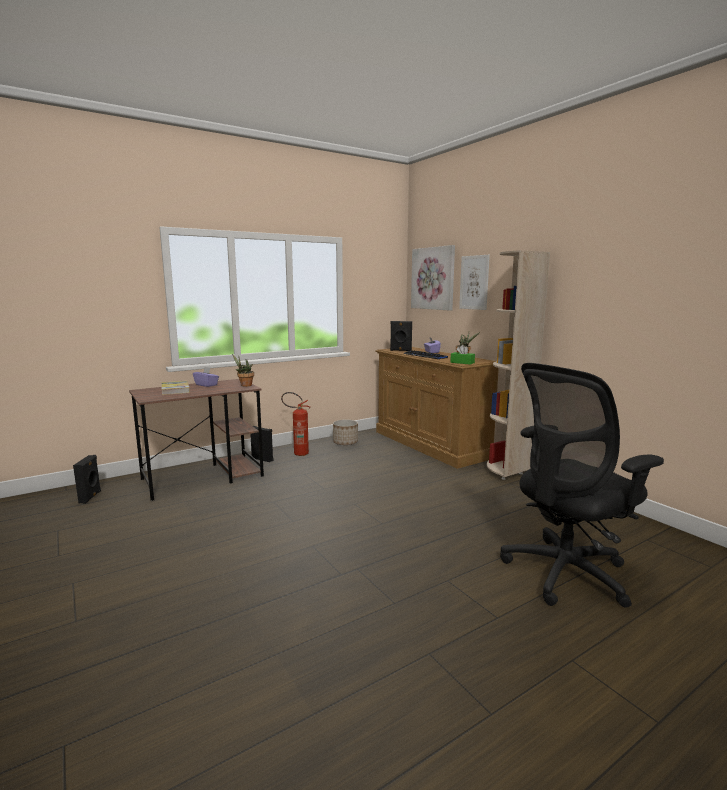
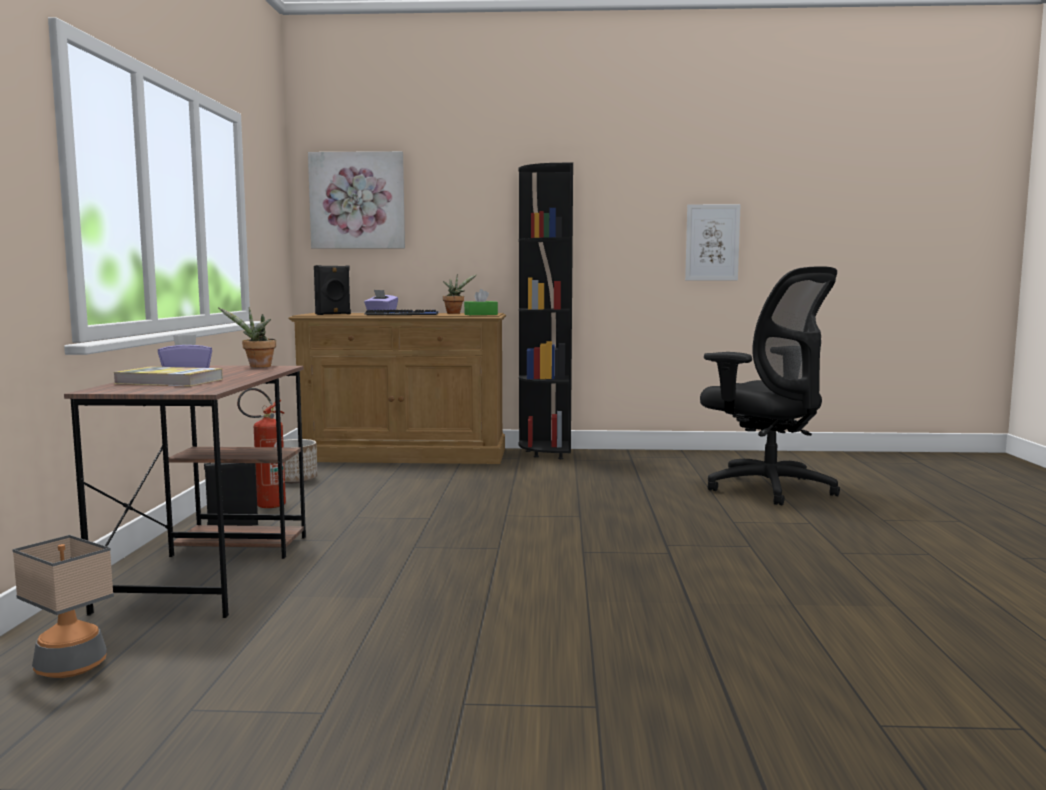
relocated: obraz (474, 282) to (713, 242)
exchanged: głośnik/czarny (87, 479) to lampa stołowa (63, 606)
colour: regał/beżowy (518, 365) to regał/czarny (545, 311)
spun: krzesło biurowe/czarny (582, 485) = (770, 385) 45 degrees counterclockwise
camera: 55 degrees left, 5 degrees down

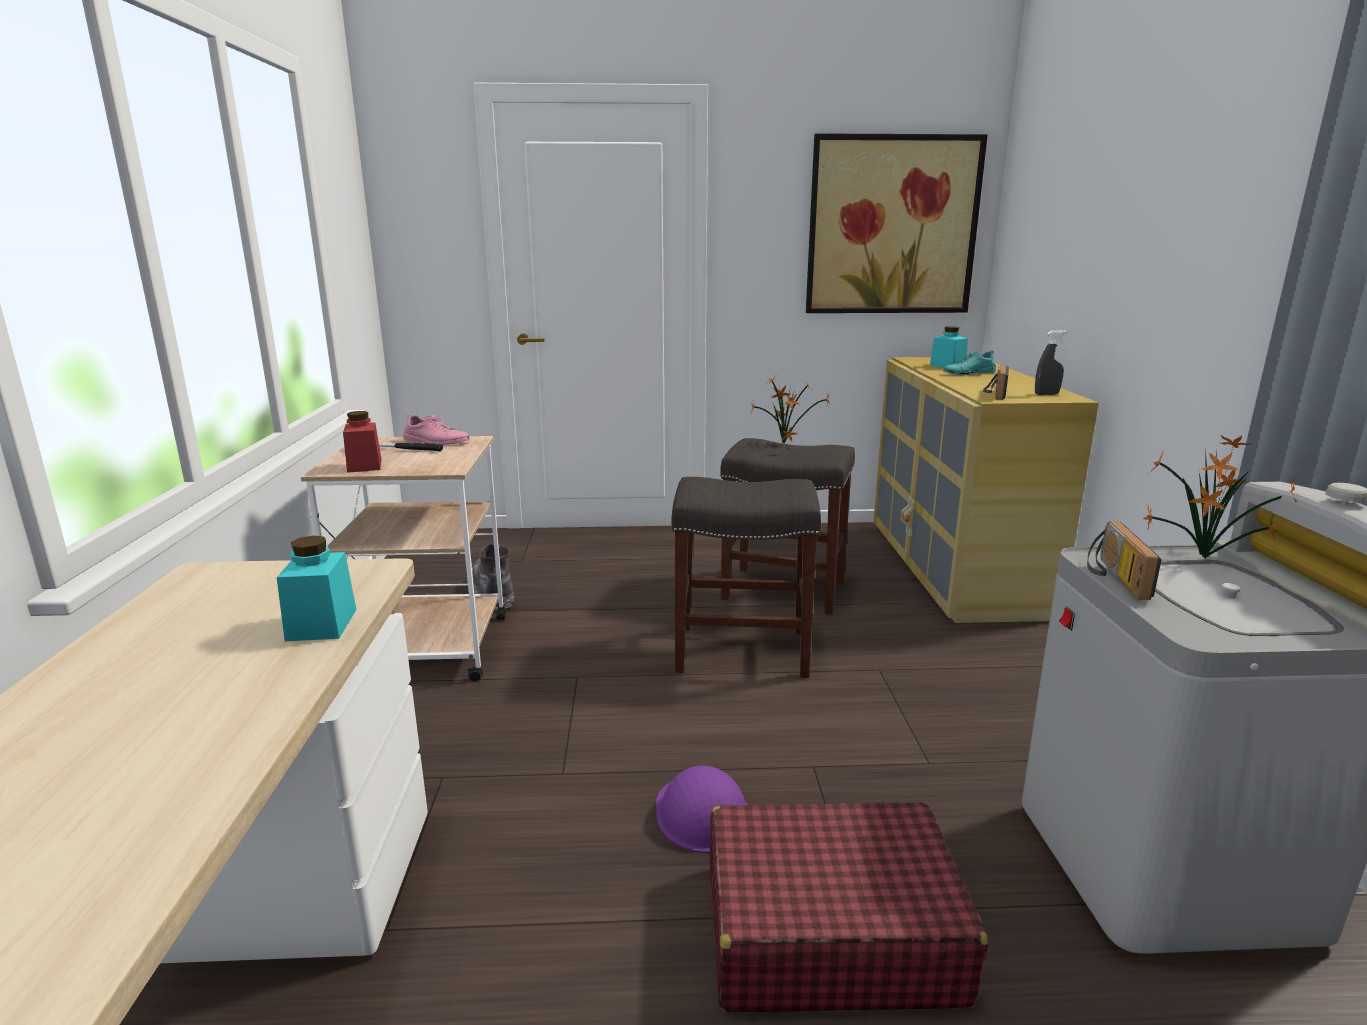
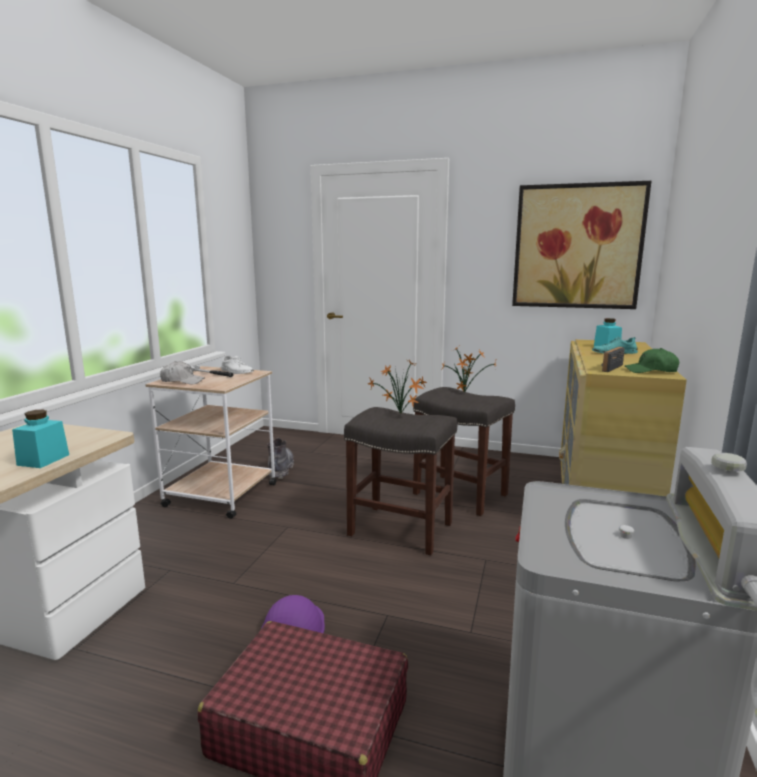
missing: radio (1124, 560)
relocated: roślina doniczkowa (1220, 496) to (397, 387)
exchanged: spryskiwacz/szary (1051, 362) to czapka z daszkiem/zielony (652, 360); słoik/czerwony (362, 442) to czapka z daszkiem/biały (182, 373)
colour: but/różowy (436, 429) to but/biały (237, 364)
camera: 20 degrees right, 5 degrees down

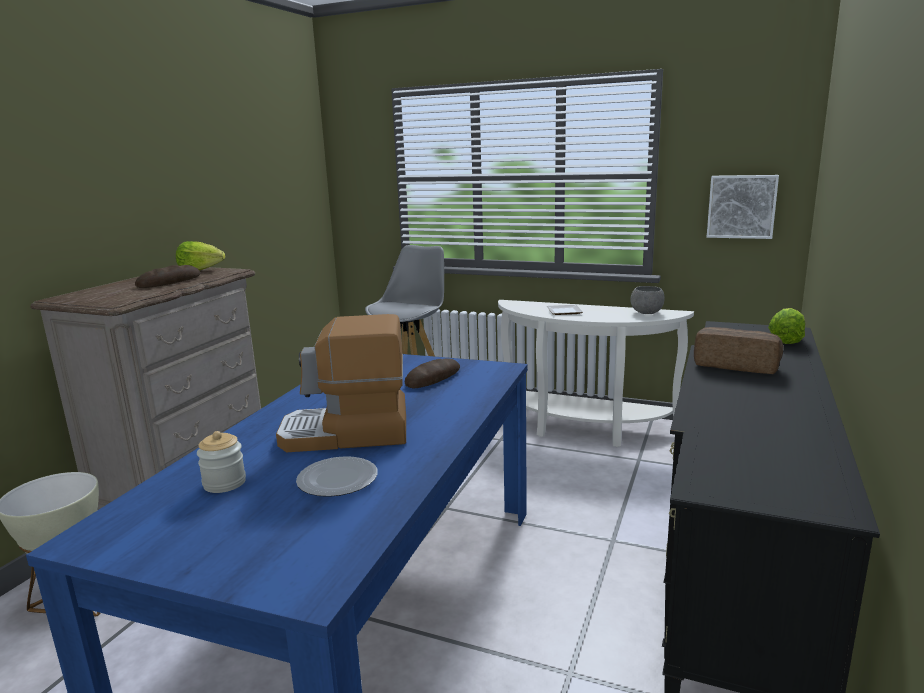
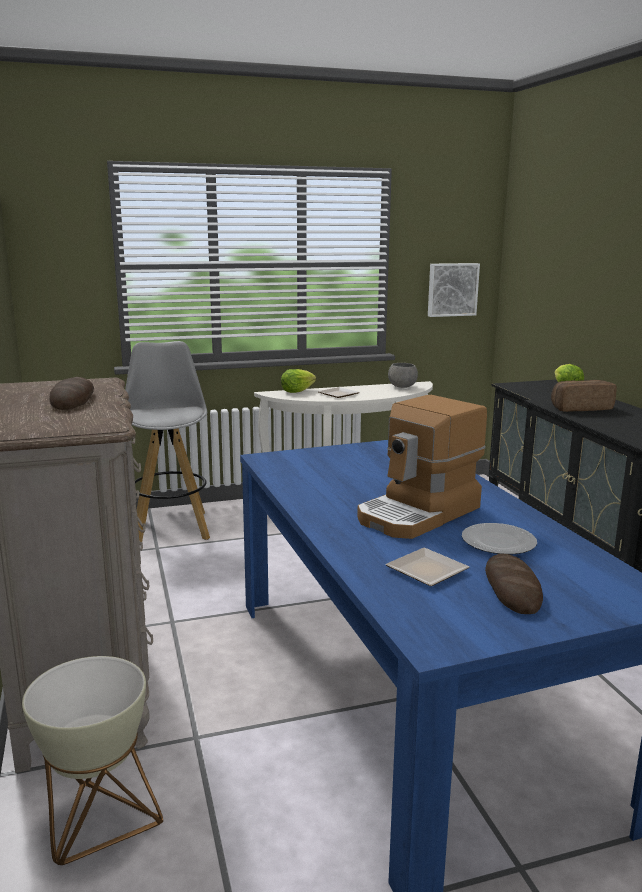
relocated: sałata (200, 255) to (298, 381); chleb (432, 373) to (514, 583)
exchanged: słoik (221, 462) to talerz (427, 567)
camera: 40 degrees left, 0 degrees up

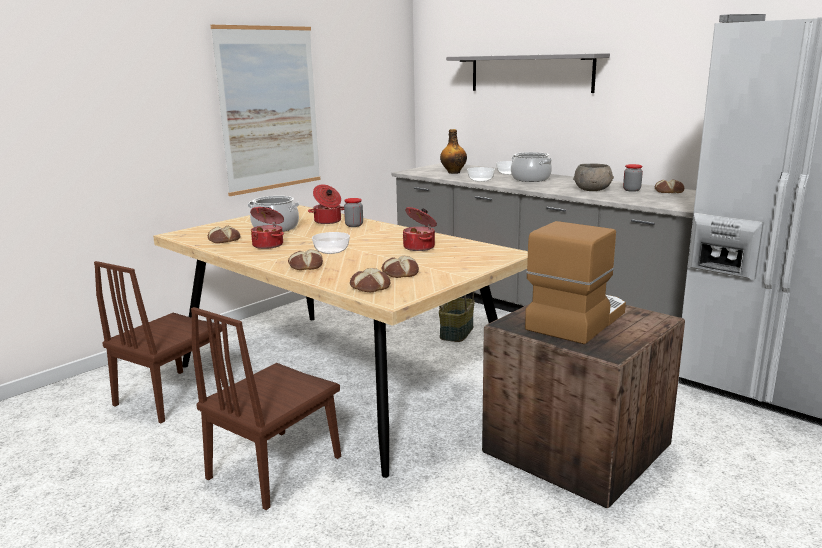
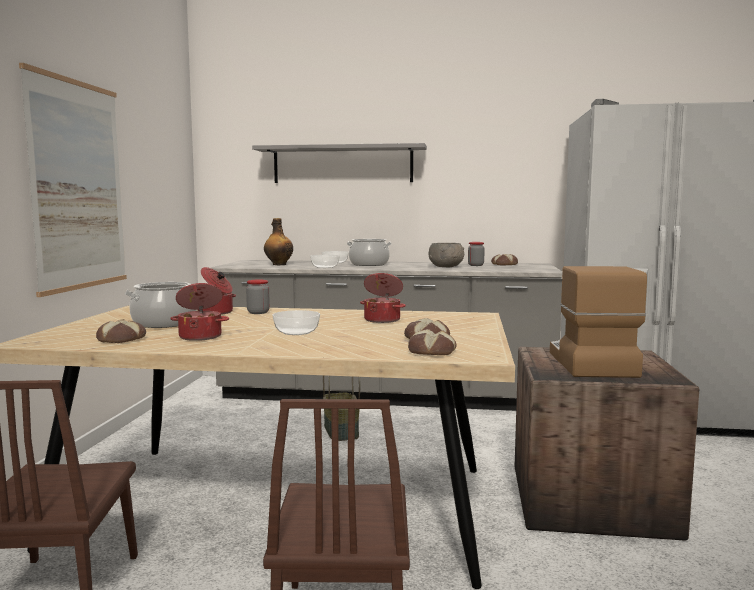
missing: chleb (305, 259)
camera: 35 degrees left, 10 degrees down

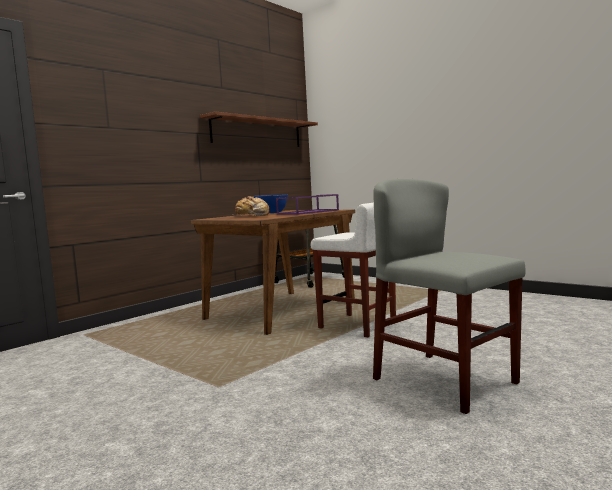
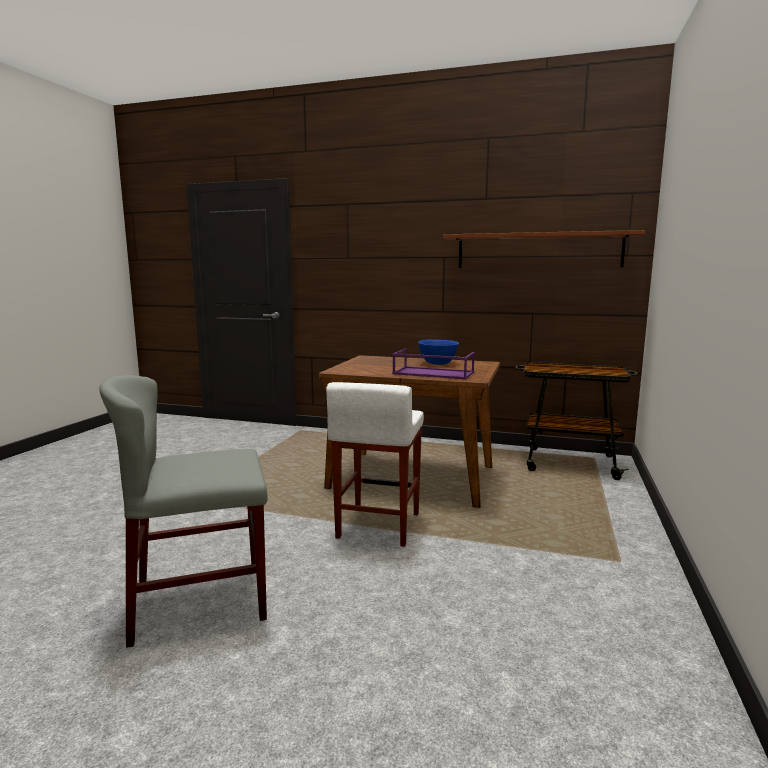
missing: chleb (252, 206)
spun: krzesło/szary (449, 296) = (183, 511) 135 degrees counterclockwise
camera: 65 degrees right, 5 degrees up

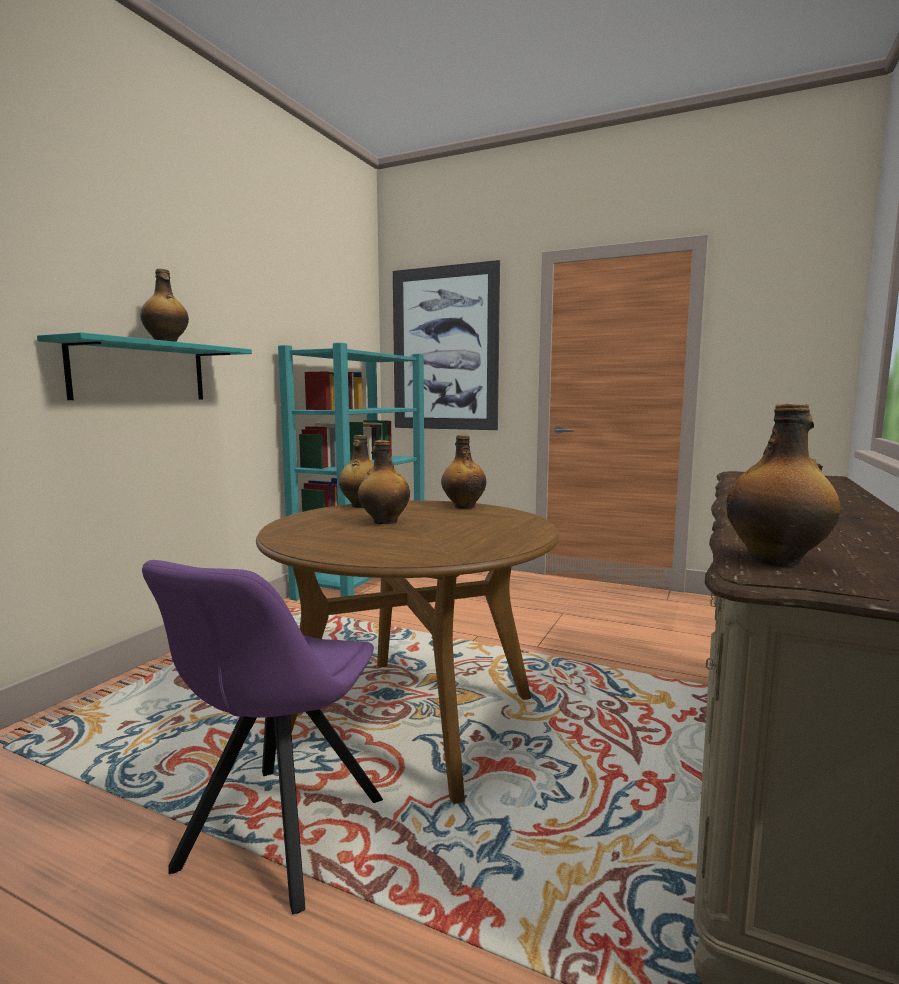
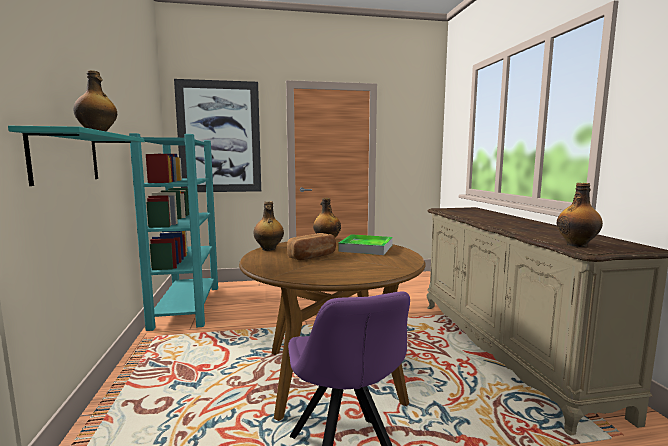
appeared: taca (365, 244)
exchanged: butelka (384, 482) to chleb (311, 247)
camera: 35 degrees left, 0 degrees up

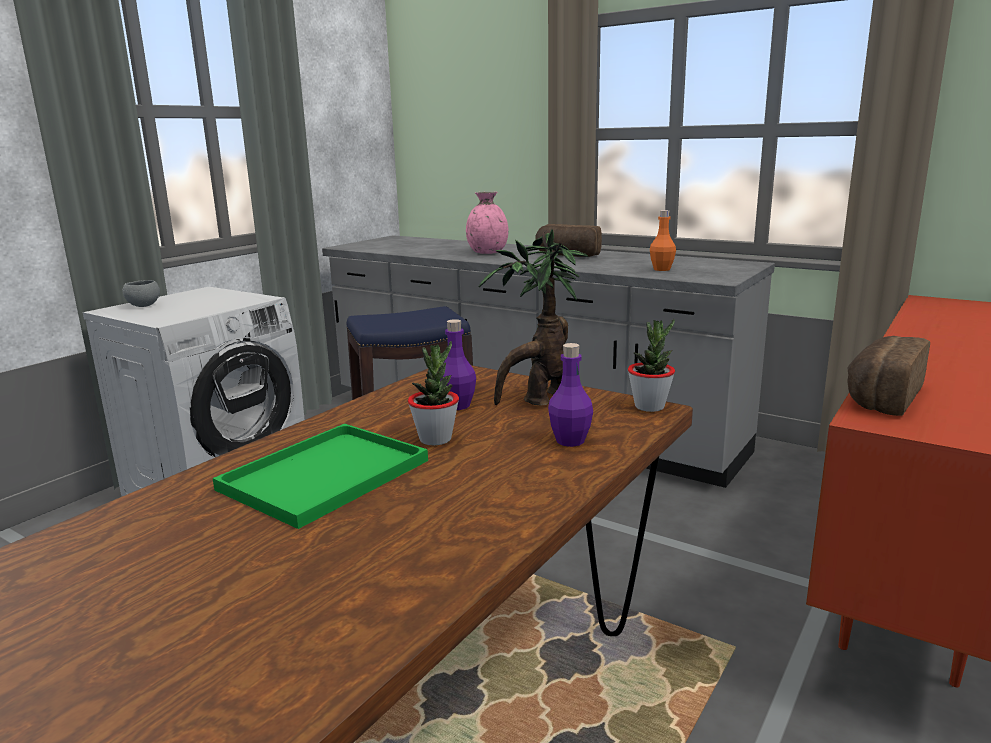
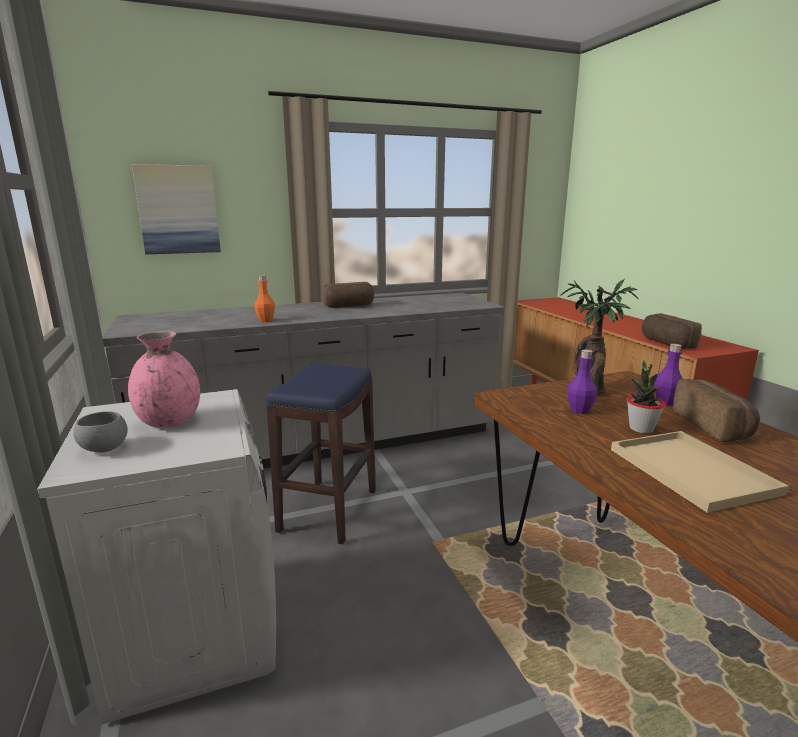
missing: roślina doniczkowa (651, 365)
appeared: obraz (176, 209); chleb (716, 410)
relocated: wazon/różowy (487, 222) to (164, 379); butelka/pomarańczowy (663, 240) to (264, 298)
colour: taca/zielony (320, 476) to taca/beżowy (700, 472)
camera: 55 degrees left, 0 degrees up

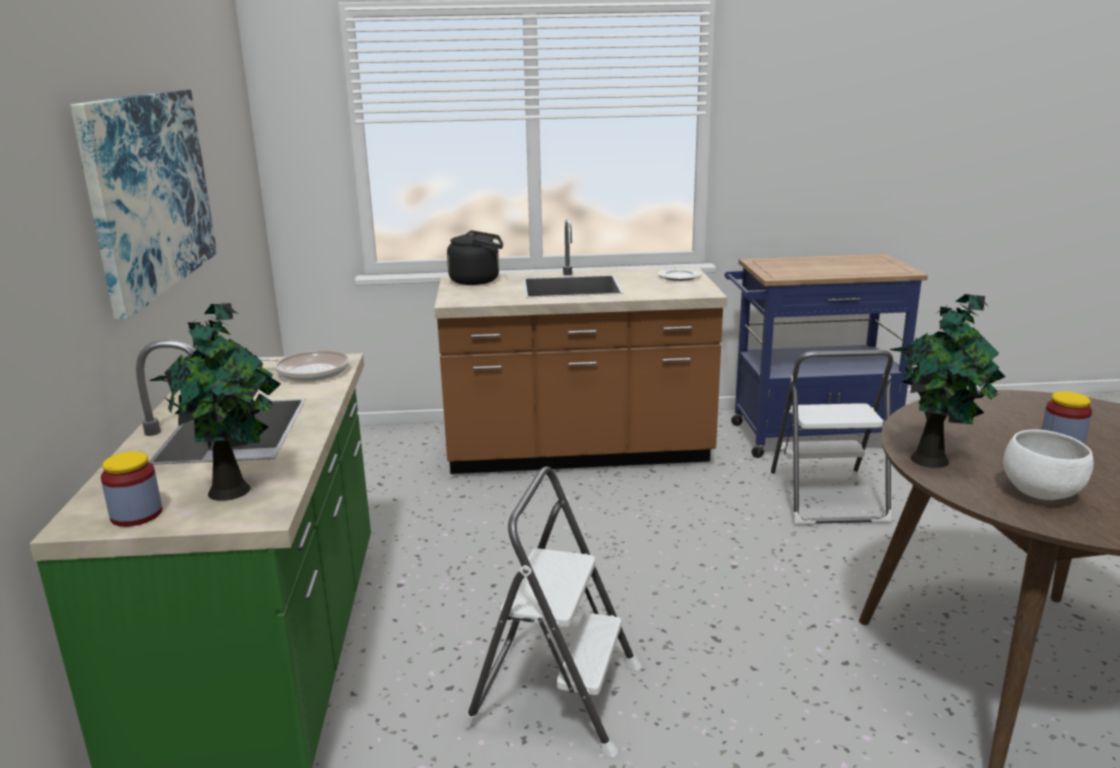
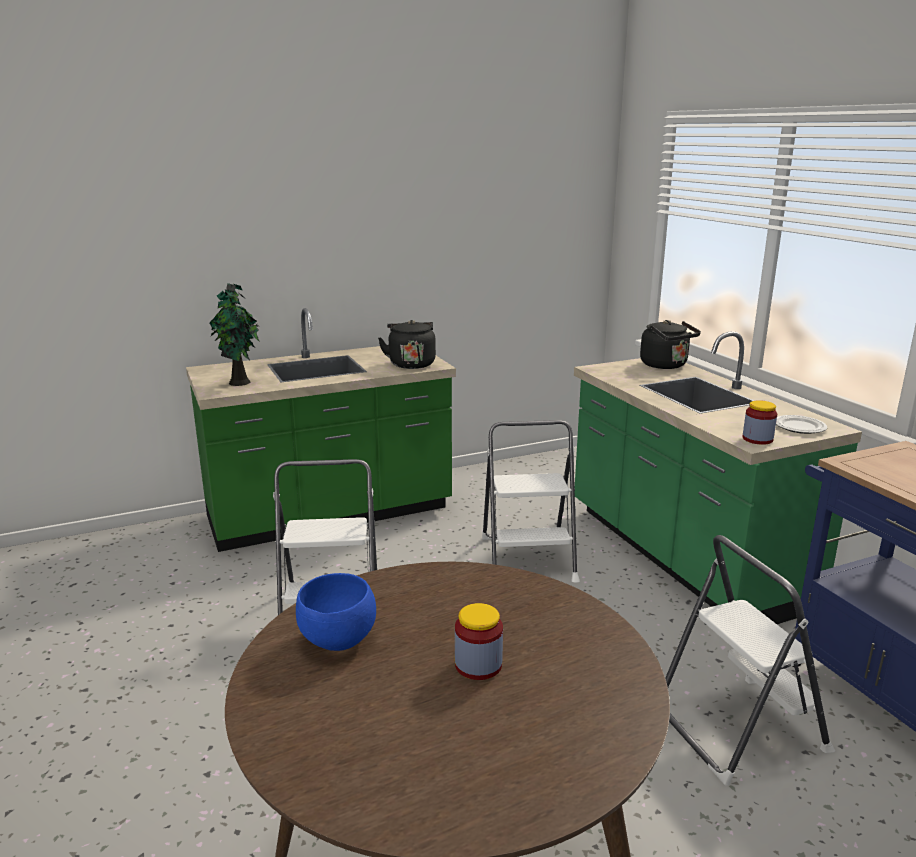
missing: obraz (143, 205); roślina doniczkowa (947, 381)
appeared: drabinka/biały (531, 501)
relocated: słoik (131, 489) to (759, 422)
exchanged: patelnia (303, 366) to czajnik/czarny (407, 344)
colour: zabudowa kuchenna/brązowy (581, 346) to zabudowa kuchenna/zielony (718, 477); miska/biały (1048, 464) to miska/niebieski (336, 612)
camera: 70 degrees right, 0 degrees up

